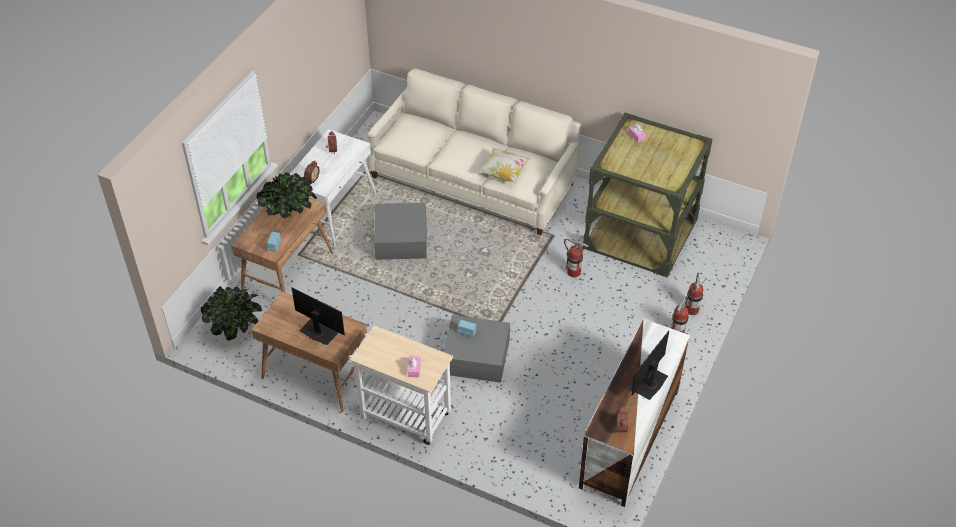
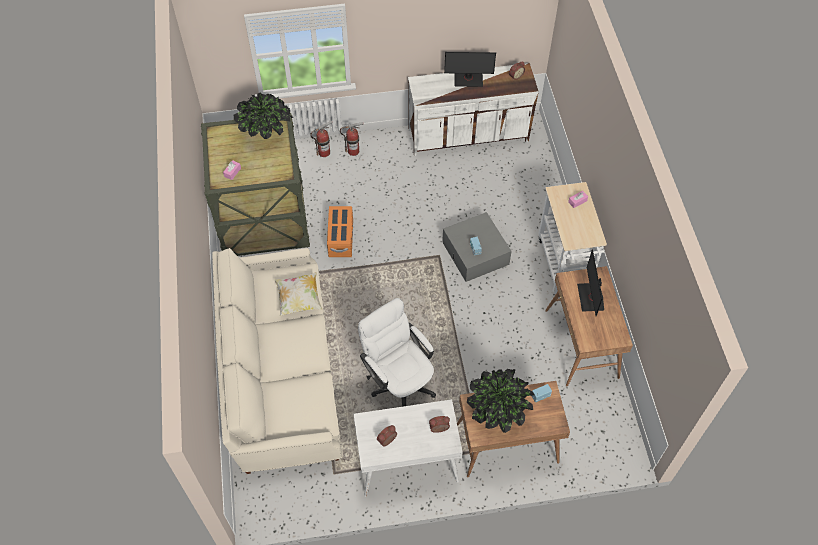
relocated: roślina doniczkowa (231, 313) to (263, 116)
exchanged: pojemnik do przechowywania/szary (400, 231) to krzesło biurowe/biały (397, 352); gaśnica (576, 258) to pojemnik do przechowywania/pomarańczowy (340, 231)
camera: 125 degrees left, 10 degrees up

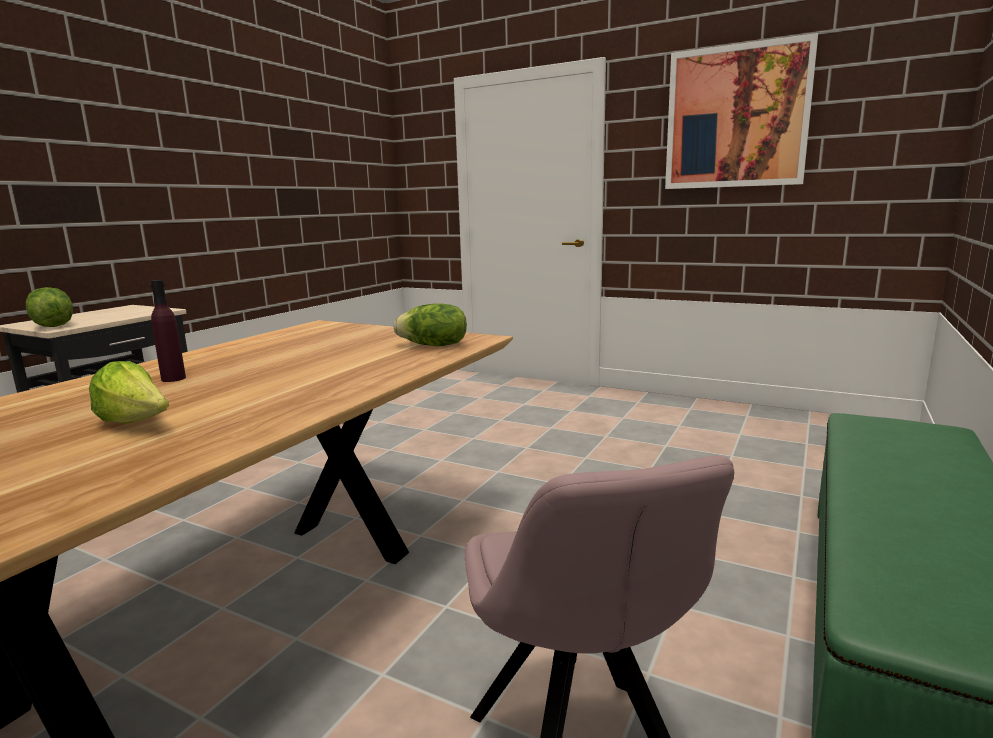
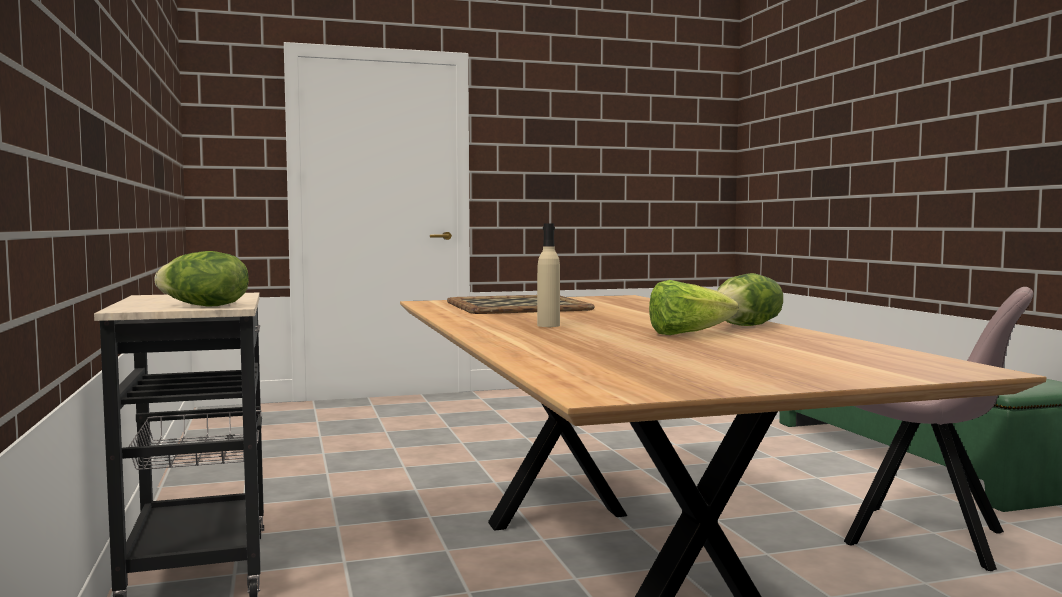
missing: obraz (741, 111)
appeared: taca (521, 304)
relocated: sałata (430, 325) to (750, 299)
colour: butelka/fioletowy (168, 331) to butelka/beżowy (548, 275)
camera: 45 degrees left, 10 degrees down

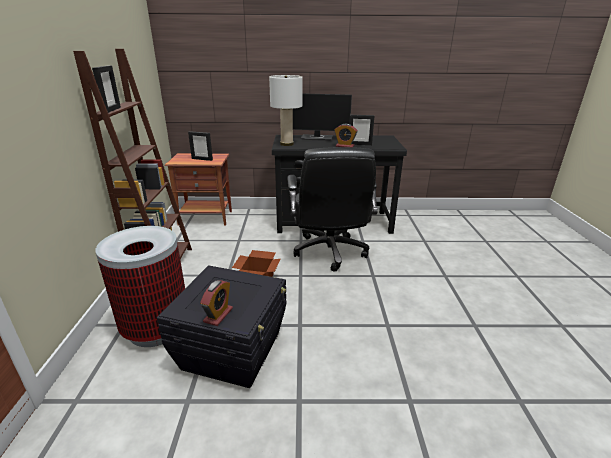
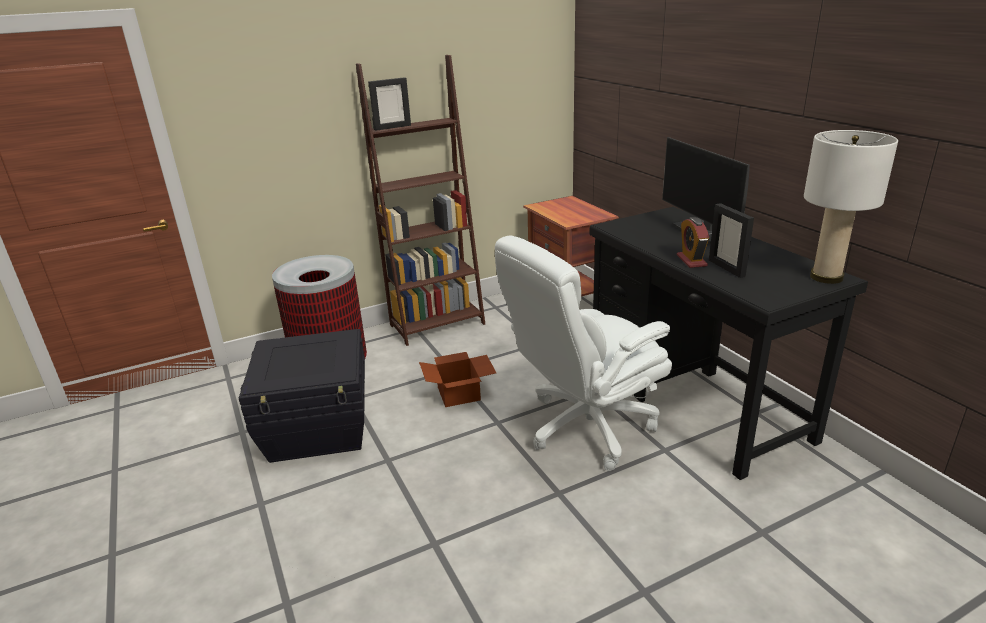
missing: ramka na zdjęcie (200, 146); budzik (216, 303)
relocated: lampa stołowa/biały (286, 110) to (851, 207)
colour: krzesło biurowe/czarny (332, 209) to krzesło biurowe/biały (583, 353)
camera: 65 degrees right, 0 degrees up

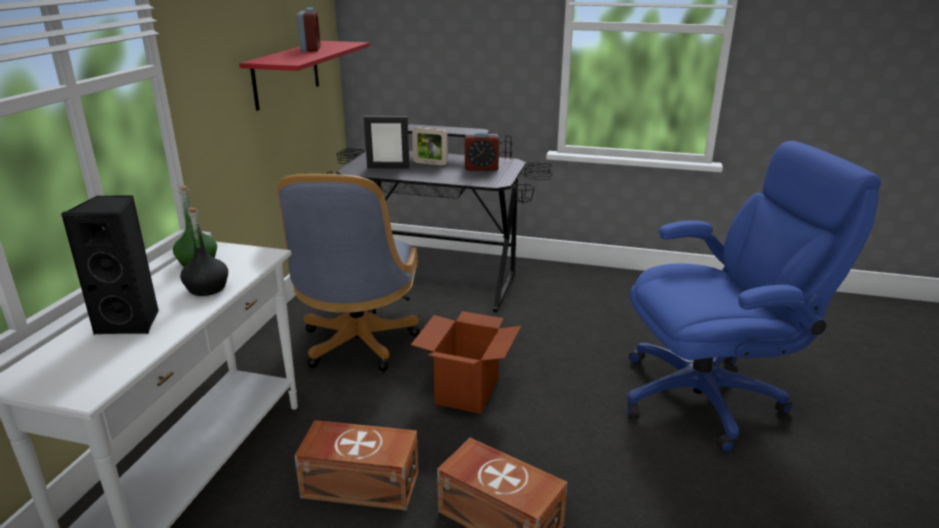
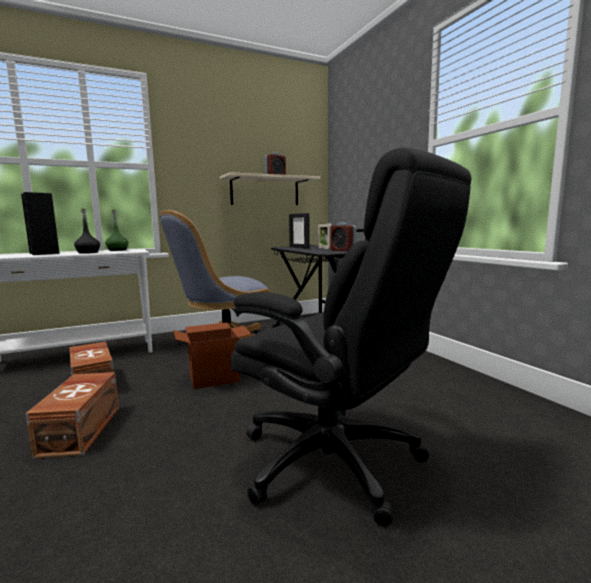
colour: półka/czerwony (304, 76) to półka/beżowy (270, 188); krzesło biurowe/niebieski (754, 297) to krzesło biurowe/czarny (351, 337)
camera: 50 degrees right, 15 degrees down

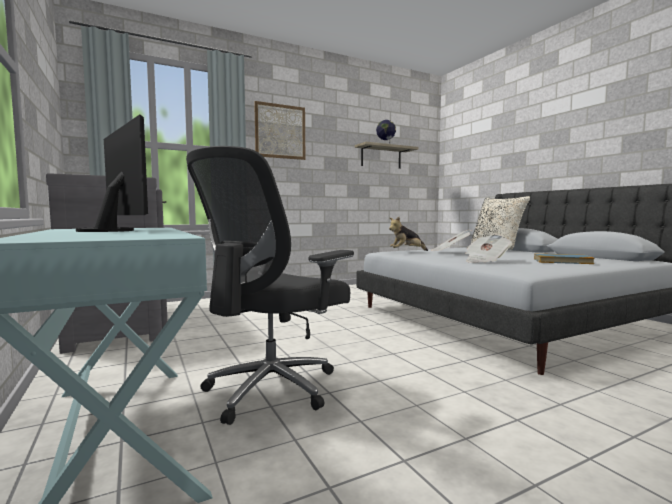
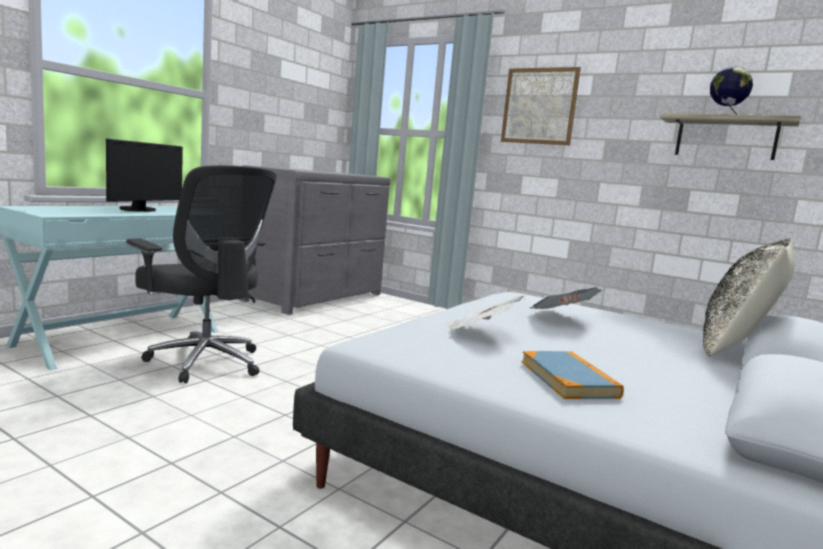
missing: pluszak (408, 234)
spun: krzesło biurowe (270, 285) = (201, 274) 150 degrees counterclockwise
camera: 60 degrees right, 5 degrees up

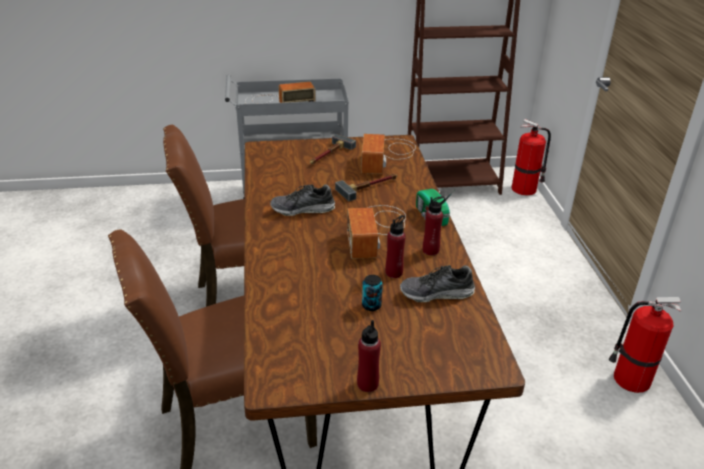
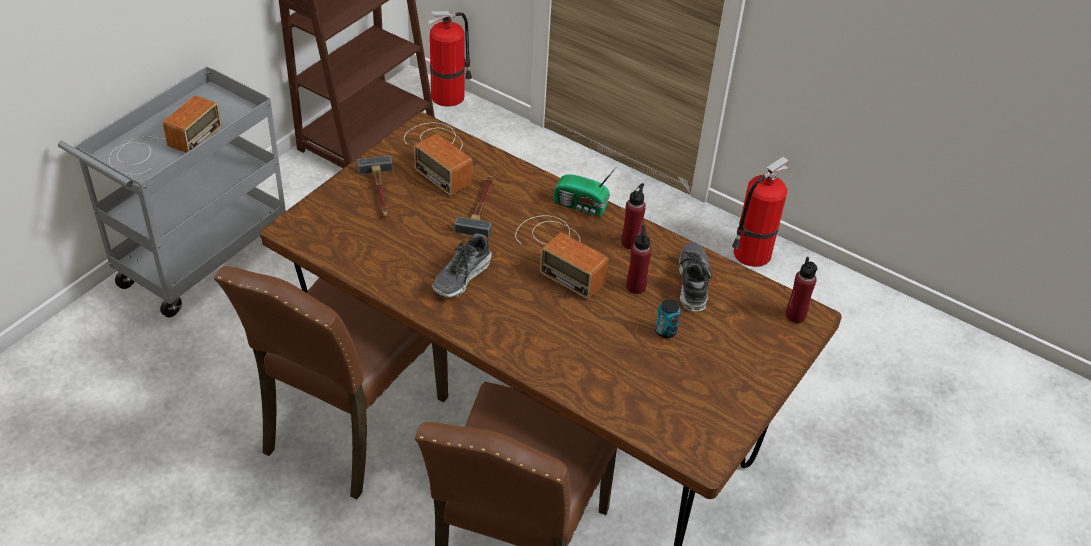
relocated: butelka/czerwony (369, 356) to (801, 290)
spun: but (437, 283) = (695, 276) 150 degrees clockwise
camera: 50 degrees left, 10 degrees up

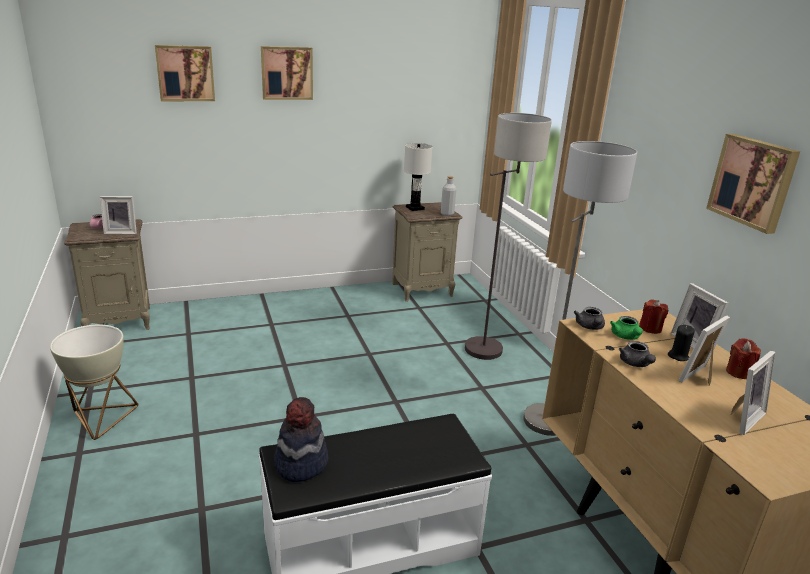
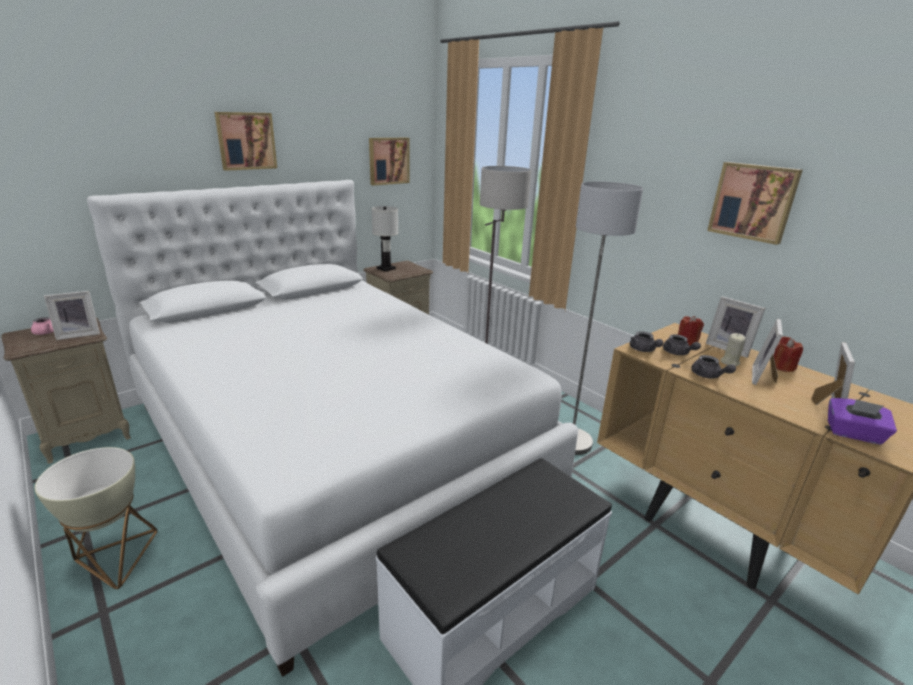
missing: butelka/szary (448, 196); kapelusz (301, 439)
appeared: łóżko/biały (333, 428); pudełko chusteczek/fioletowy (862, 421)
relocated: obraz (185, 73) to (389, 162)
colour: imbryk/zielony (626, 328) to imbryk/szary (682, 344); świeca/czarny (681, 343) to świeca/beżowy (732, 349)
camera: 20 degrees left, 0 degrees up

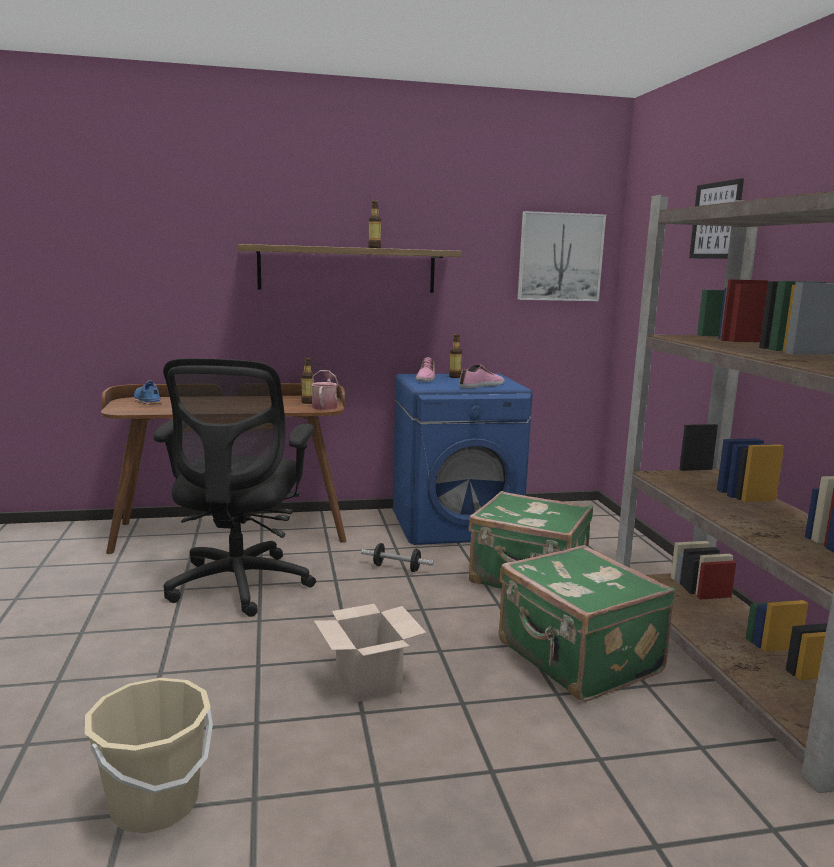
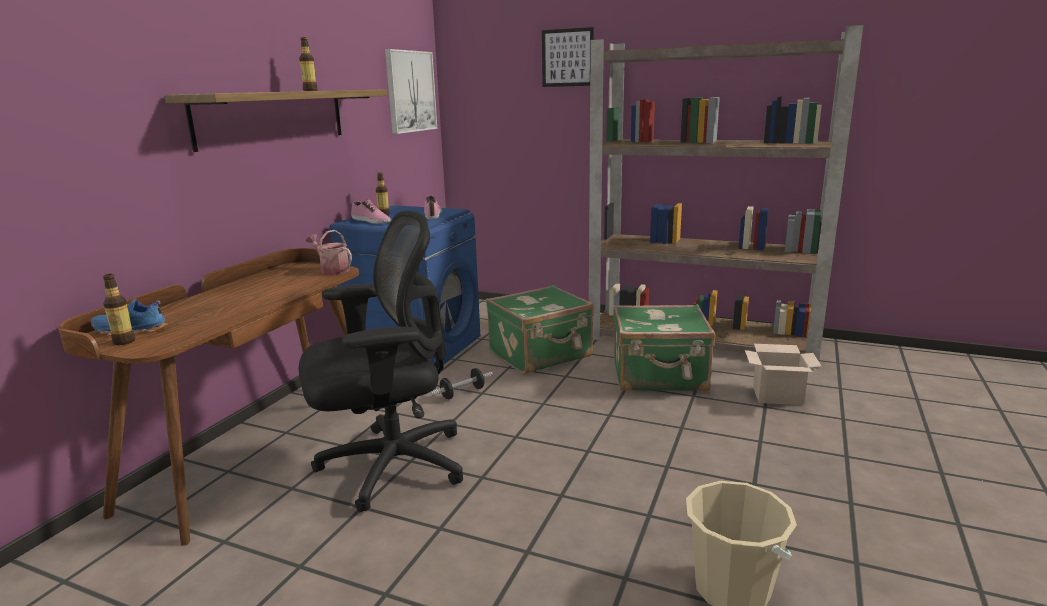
relocated: butelka (307, 380) to (119, 309); karton (370, 653) to (783, 374)
spun: krzesło biurowe/czarny (235, 487) = (381, 361) 60 degrees counterclockwise
camera: 55 degrees left, 5 degrees up

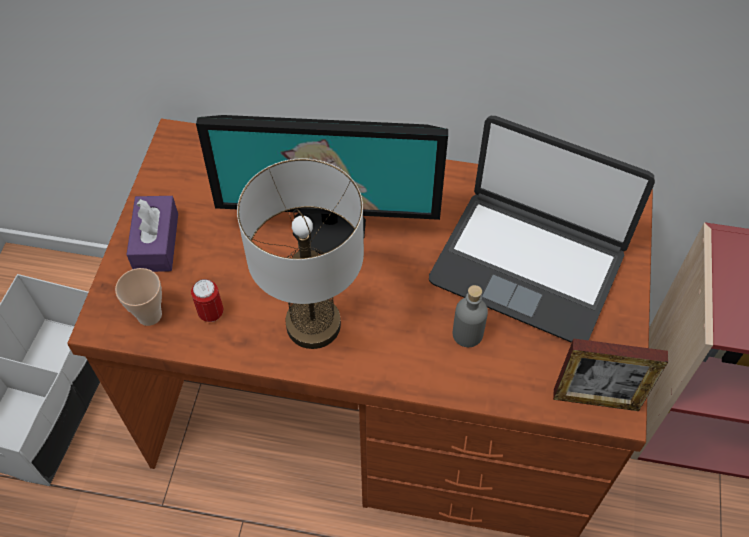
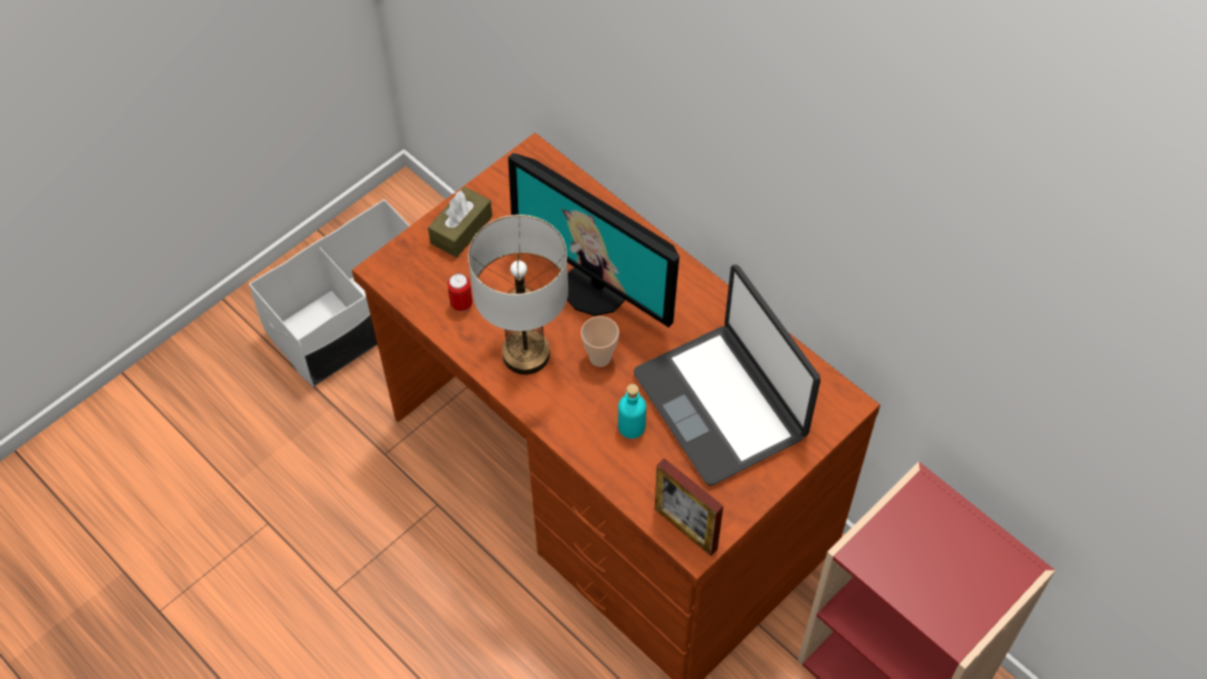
relocated: filiżanka (138, 297) to (600, 341)
colour: pudełko chusteczek/fioletowy (152, 234) to pudełko chusteczek/brązowy (460, 222); butelka/szary (470, 316) to butelka/turkusowy (632, 411)
camera: 35 degrees right, 0 degrees up

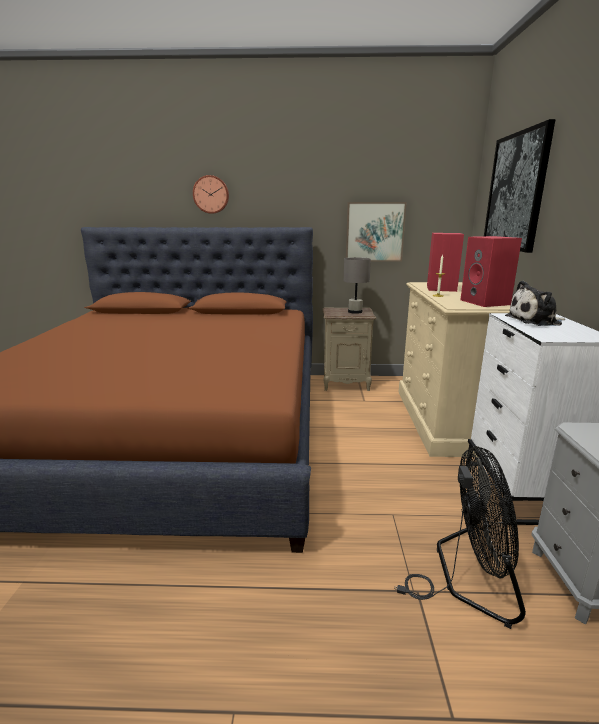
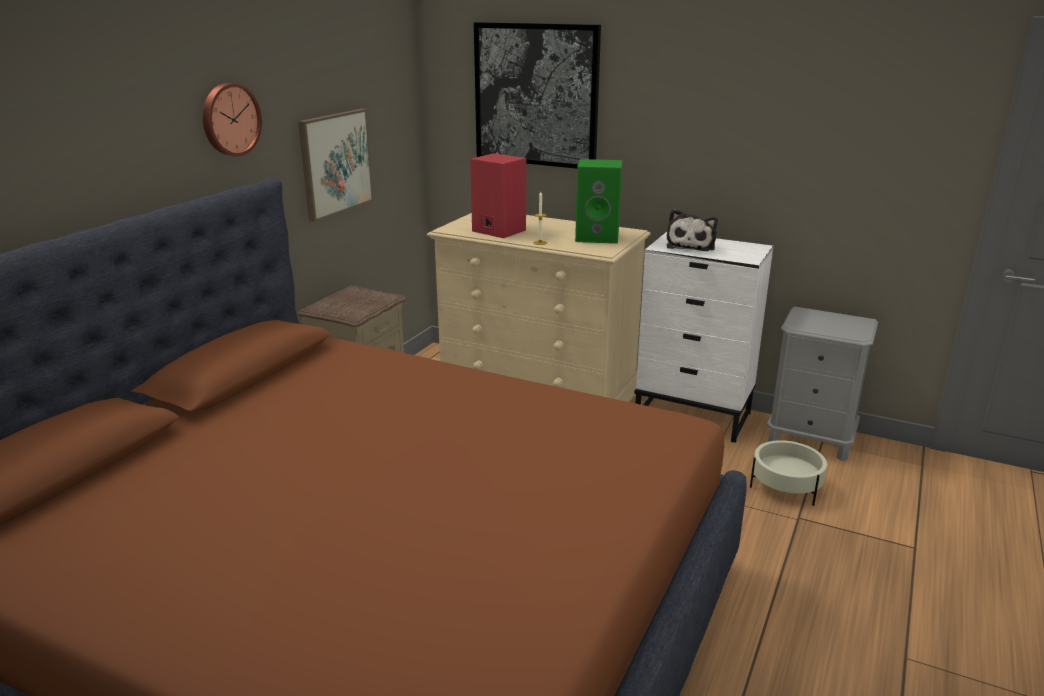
missing: lampa stołowa/szary (357, 285)
relocated: zegar ścienny (211, 194) to (232, 119)
exchanged: wentylator/czarny (460, 537) to donica/beżowy (788, 473)
colour: głośnik/czerwony (491, 271) to głośnik/zielony (598, 201)
camera: 65 degrees left, 5 degrees up

